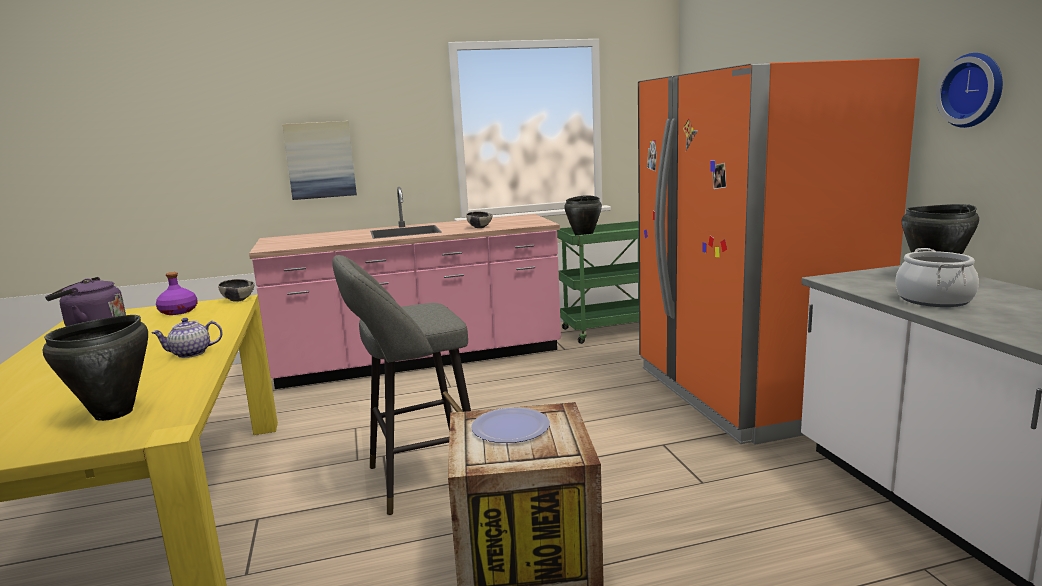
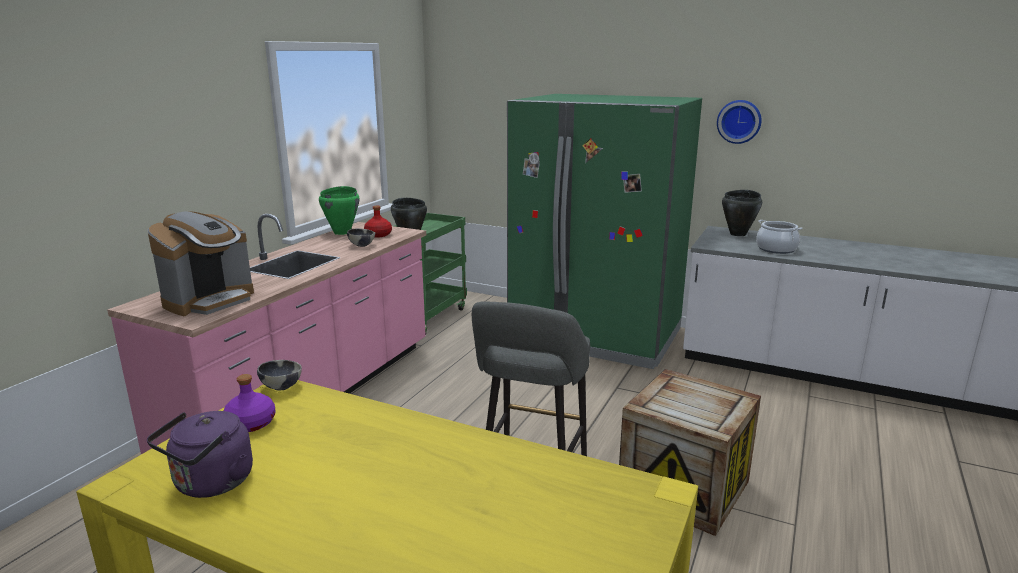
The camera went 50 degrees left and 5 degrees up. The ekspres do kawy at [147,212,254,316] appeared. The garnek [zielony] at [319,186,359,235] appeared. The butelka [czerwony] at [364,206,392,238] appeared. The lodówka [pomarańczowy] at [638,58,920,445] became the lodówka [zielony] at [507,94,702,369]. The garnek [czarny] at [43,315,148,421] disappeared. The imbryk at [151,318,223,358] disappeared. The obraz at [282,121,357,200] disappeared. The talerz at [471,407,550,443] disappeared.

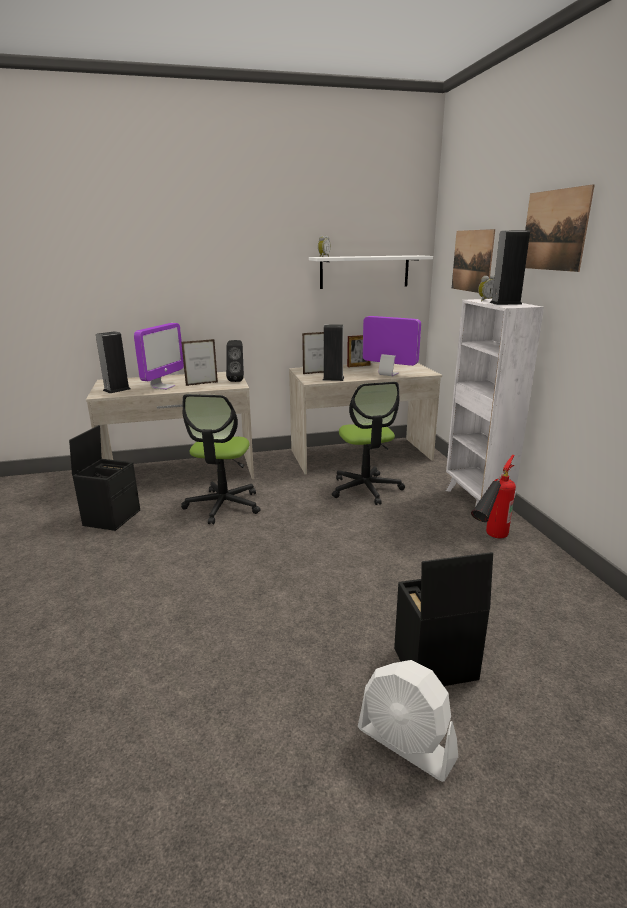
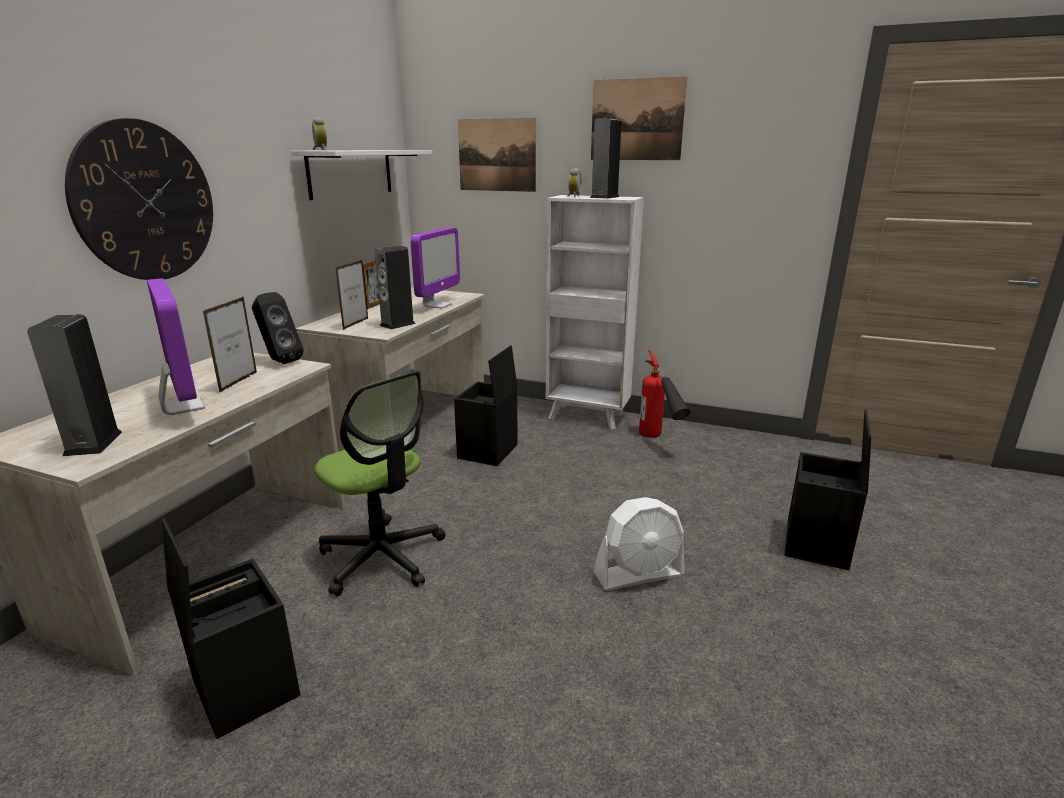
The camera went 55 degrees left and 0 degrees up. The zegar ścienny at [65,118,213,280] appeared. The monitor at [363,316,421,376] turned 135 degrees clockwise. The krzesło biurowe at [332,382,405,505] was replaced by the pojemnik do przechowywania [czarny] at [454,345,518,466]. The wentylator [biały] moved from [358,660,458,782] to [594,497,685,591].

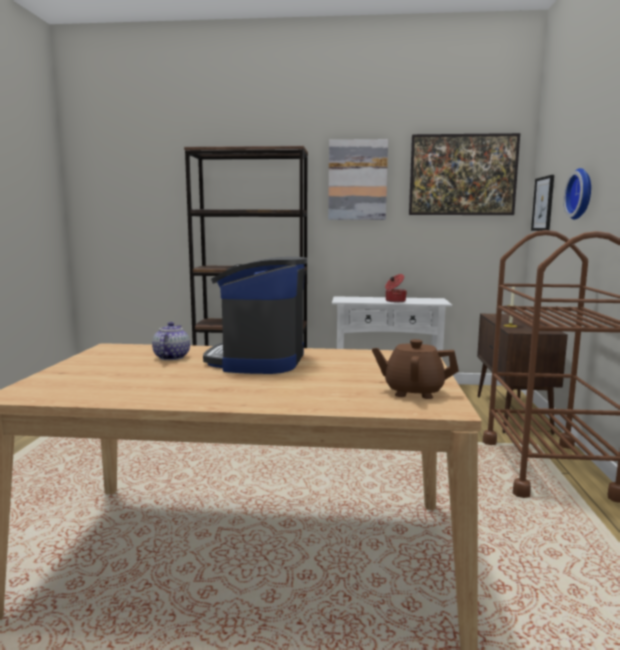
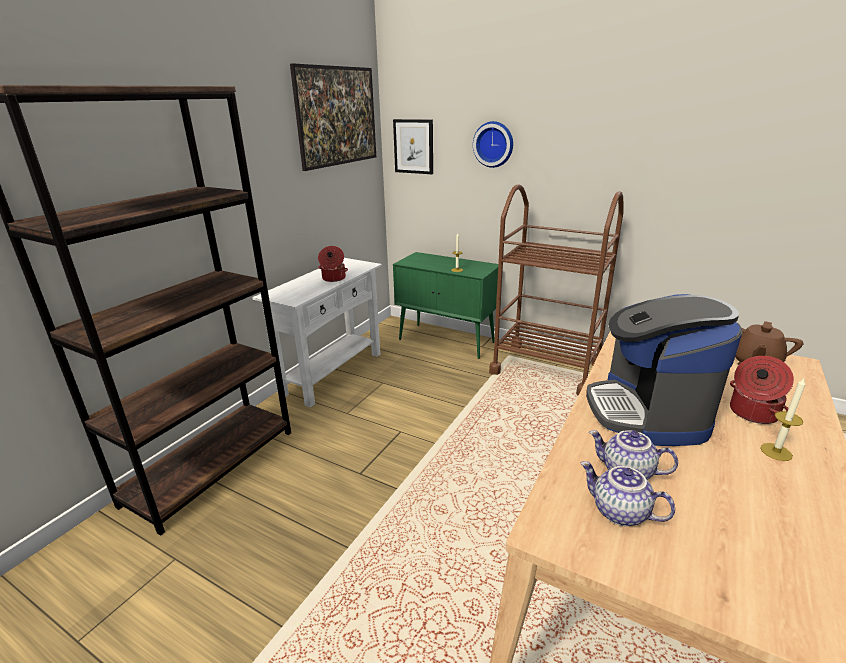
The camera went 65 degrees left and 15 degrees up. The szafka [brązowy] at [477,314,568,435] became the szafka [zielony] at [393,252,498,359]. The imbryk at [581,461,675,526] appeared. The ekspres do kawy at [203,257,307,374] turned 60 degrees clockwise. The garnek at [730,356,794,424] appeared. The świeca at [761,378,806,461] appeared. The obraz at [328,139,388,220] disappeared.

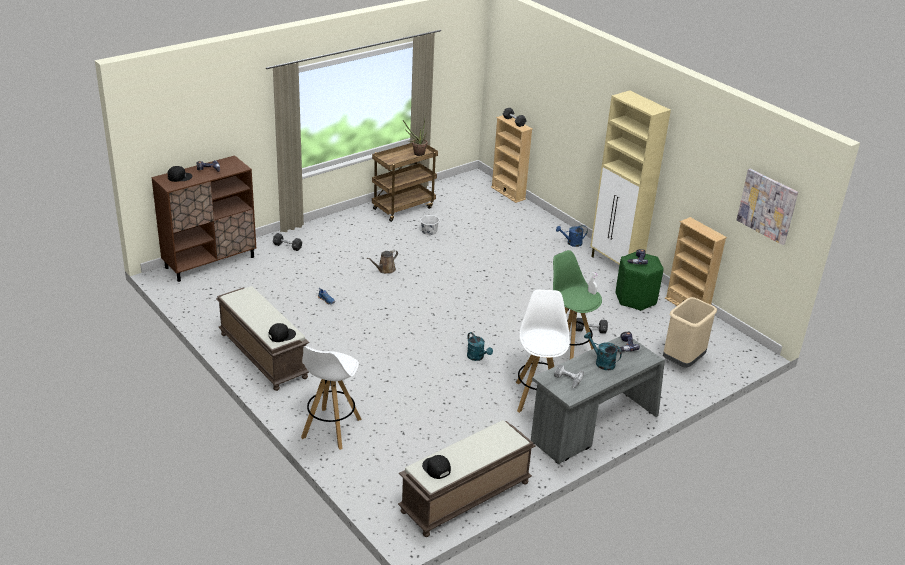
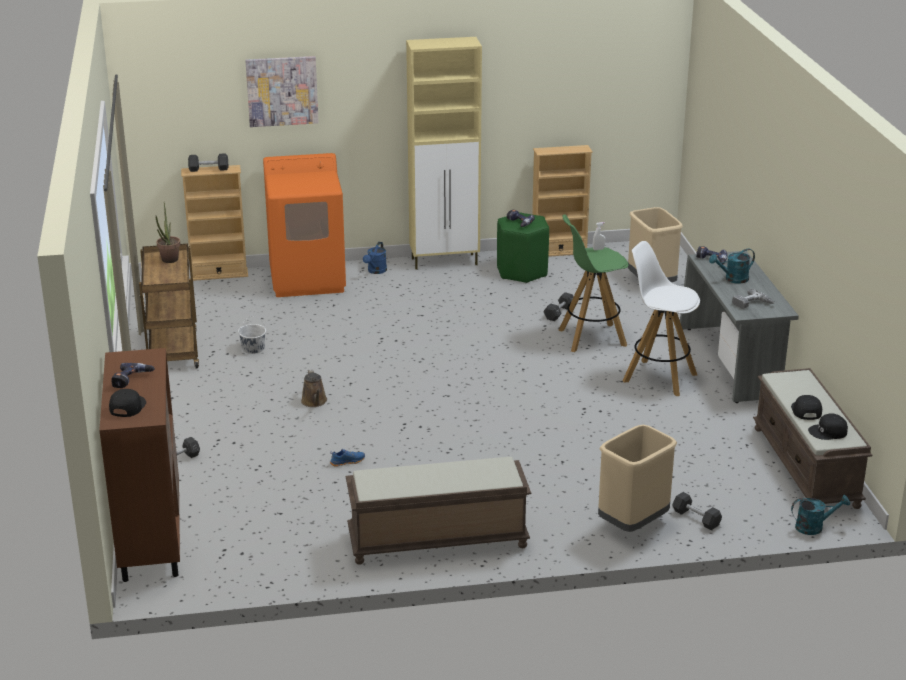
The camera went 60 degrees left and 5 degrees down. The obraz moved from [737,169,798,245] to [245,56,319,127]. The pralka [pomarańczowy] at [263,153,346,297] appeared. The stołek [biały] at [301,346,362,450] was replaced by the kosz na śmieci [beżowy] at [598,425,677,532]. The hantel [czarny] at [672,492,722,530] appeared. The czapka z daszkiem [czarny] moved from [269,323,296,342] to [791,395,822,420]. The konewka [turkusowy] moved from [467,332,493,361] to [791,495,850,535].

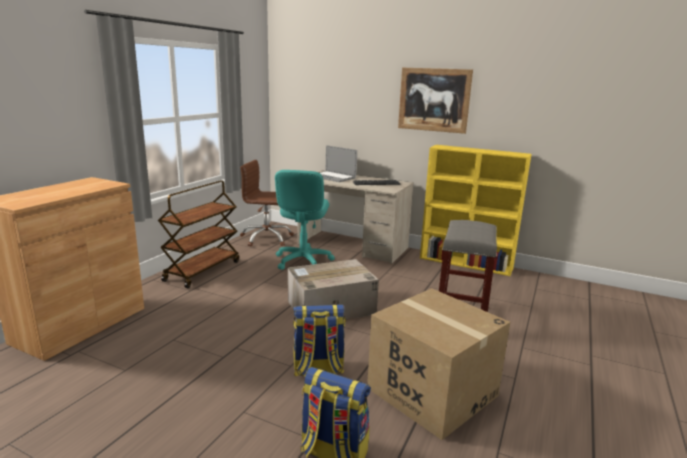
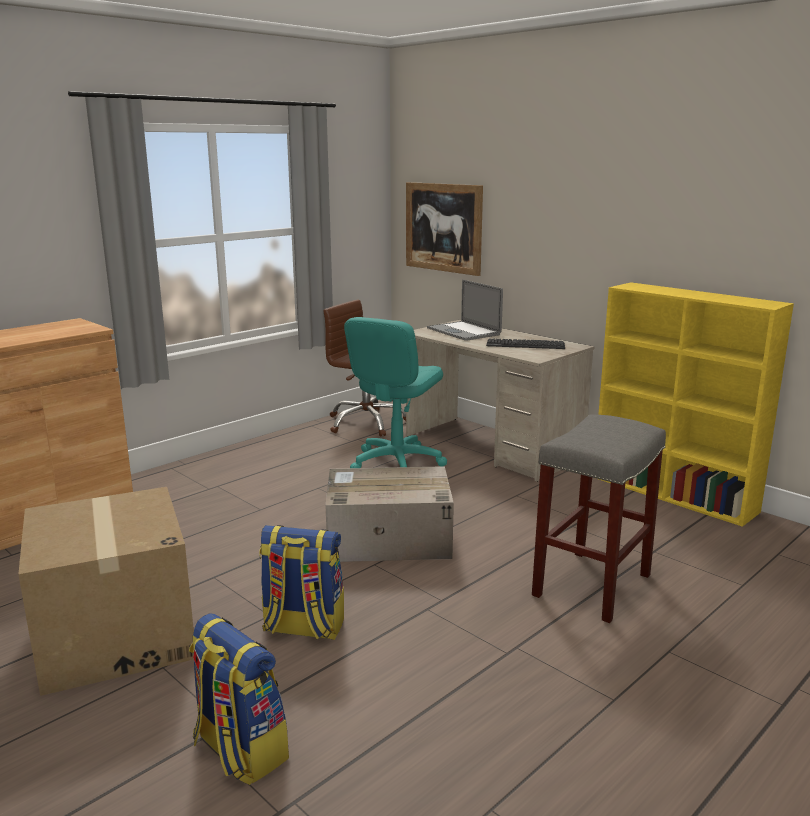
The camera went 20 degrees right and 0 degrees up. The karton moved from [367,288,510,440] to [18,487,194,696]. The obraz moved from [398,68,473,134] to [406,182,483,276]. The wózek [brązowy] at [158,180,239,288] disappeared.

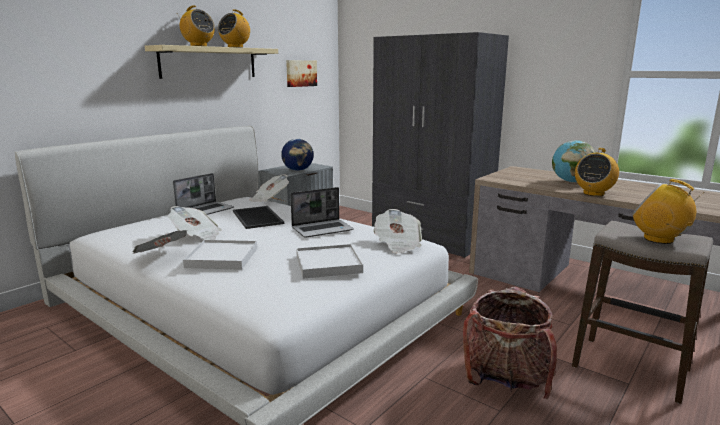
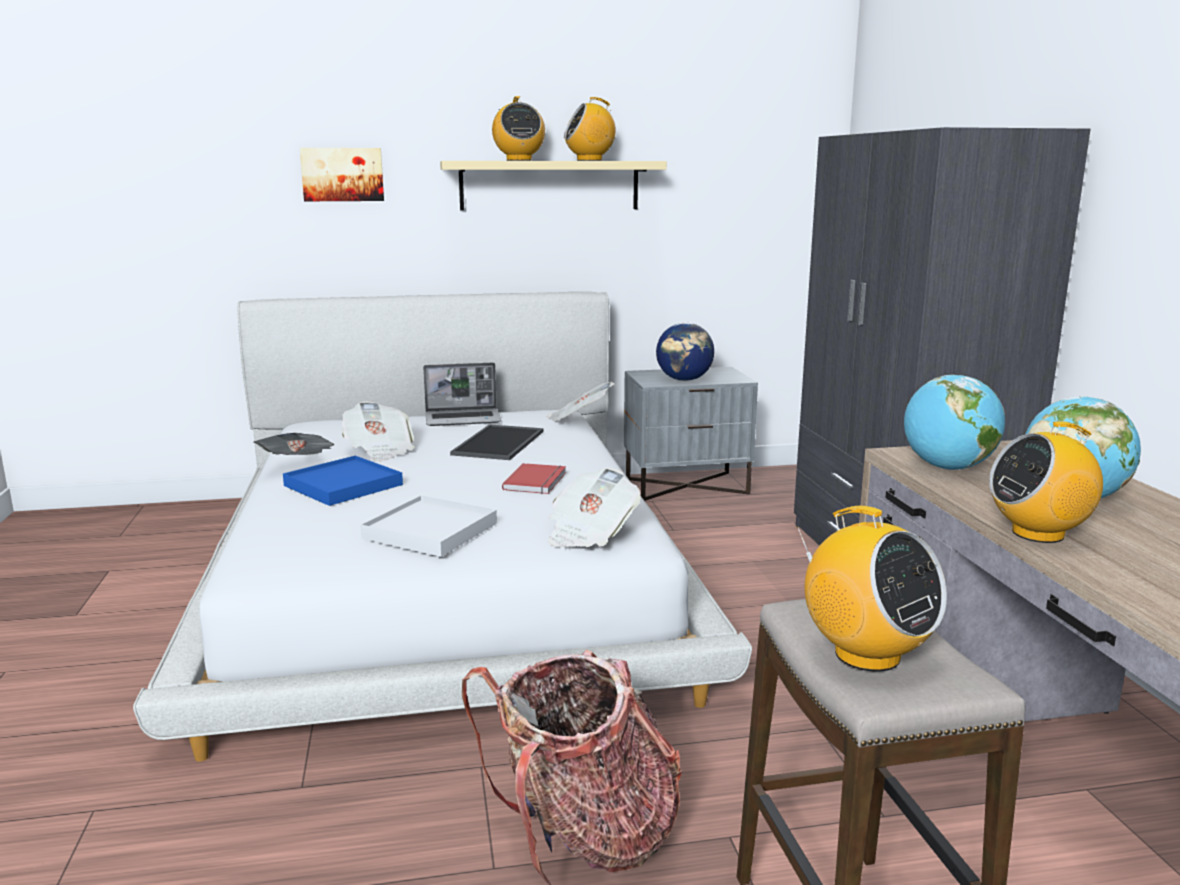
The camera went 40 degrees right and 0 degrees up. The taca [biały] at [183,240,257,270] became the taca [niebieski] at [283,456,403,506]. The obraz moved from [286,60,317,87] to [300,148,384,201]. The laptop at [290,187,354,238] was replaced by the książka [czerwony] at [502,463,566,494]. The radio at [632,179,705,244] turned 150 degrees clockwise. The globus at [904,375,1005,470] appeared.

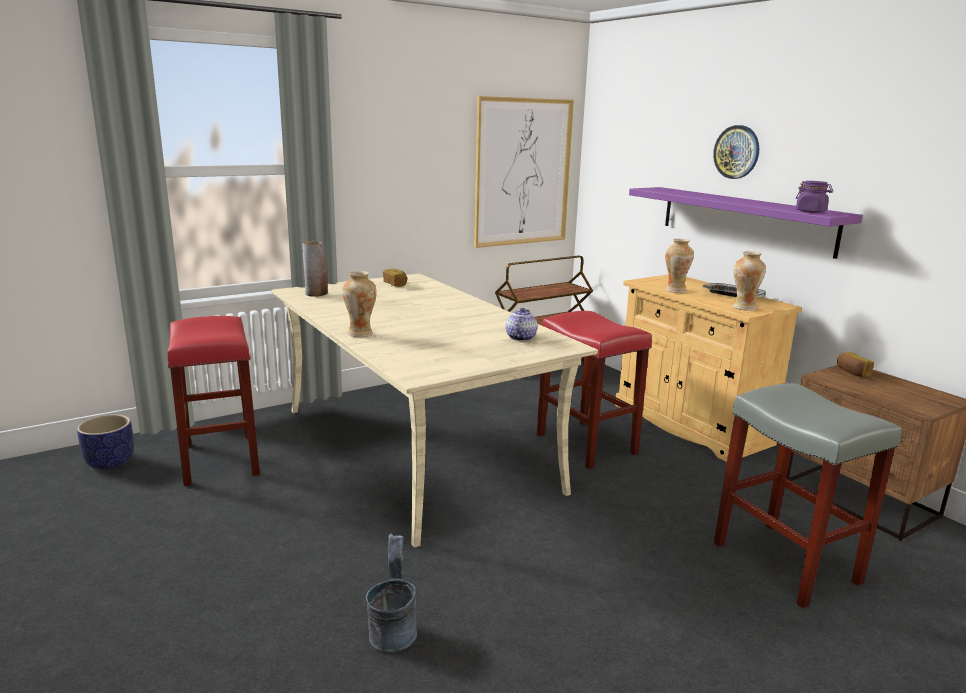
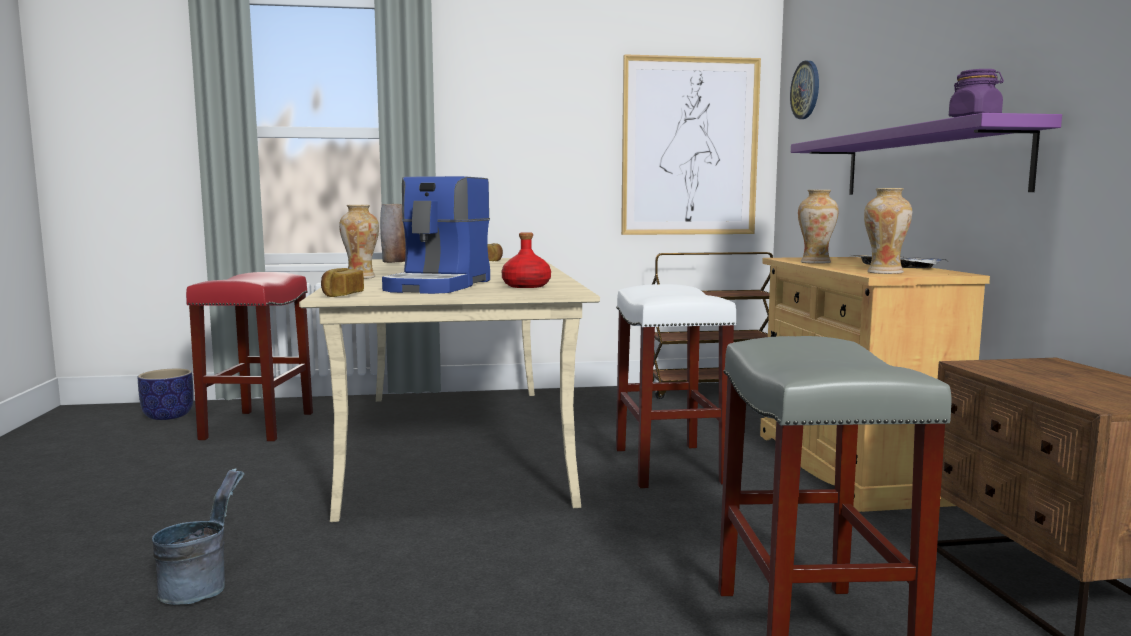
The camera went 25 degrees right and 10 degrees down. The chleb moved from [837,352,874,377] to [321,268,364,297]. The ekspres do kawy at [382,176,490,294] appeared. The imbryk at [506,308,538,341] was replaced by the butelka [czerwony] at [501,232,551,288]. The stołek [czerwony] at [537,311,652,469] became the stołek [biały] at [616,284,737,488]. The zegar ścienny moved from [713,125,759,179] to [790,61,819,119].

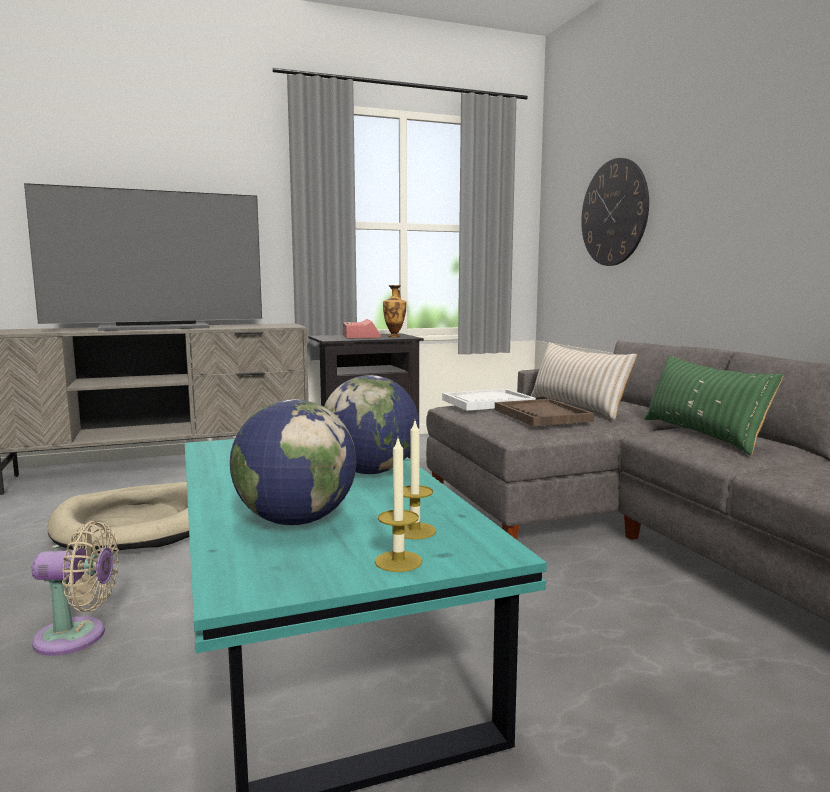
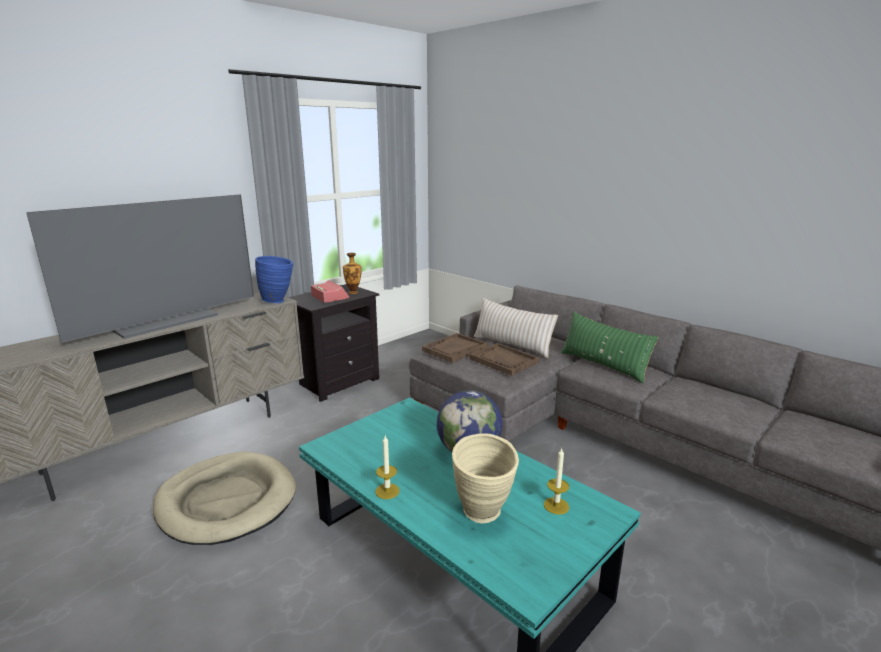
The camera went 25 degrees left and 10 degrees up. The wazon [niebieski] at [255,256,293,303] appeared. The świeca moved from [375,439,422,572] to [375,436,400,499]. The taca [biały] at [442,389,536,411] became the taca [brązowy] at [422,333,487,363]. The globus at [230,399,357,525] was replaced by the wazon [beżowy] at [452,434,519,523]. The wentylator [beżowy] at [32,521,119,656] disappeared. The zegar ścienny at [581,158,649,266] disappeared.

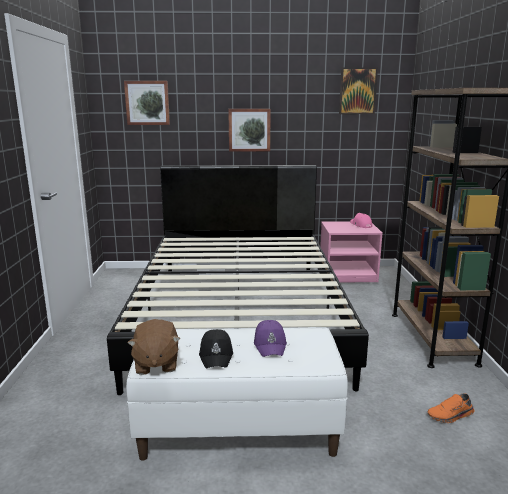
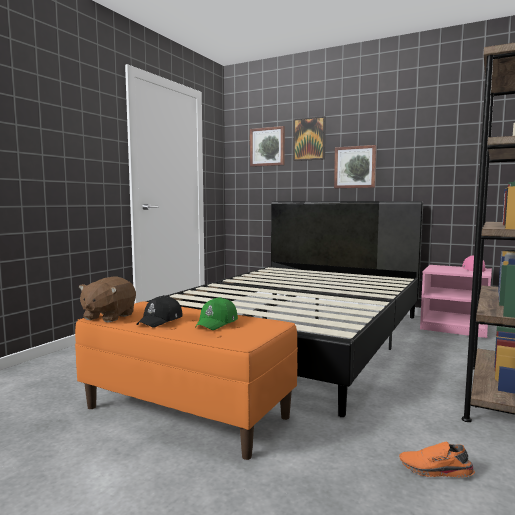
The camera went 30 degrees right and 10 degrees down. The ławka [biały] at [126,327,348,461] became the ławka [pomarańczowy] at [75,301,298,460]. The czapka z daszkiem [fioletowy] at [254,320,287,357] became the czapka z daszkiem [zielony] at [195,297,238,330]. The obraz moved from [339,67,378,114] to [293,116,326,161].

